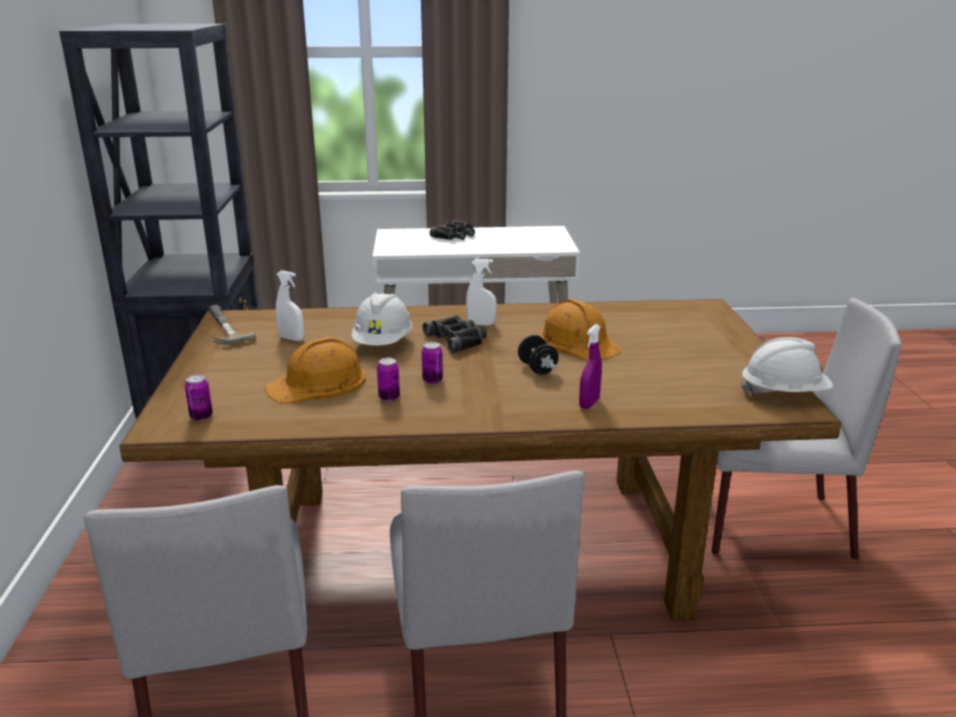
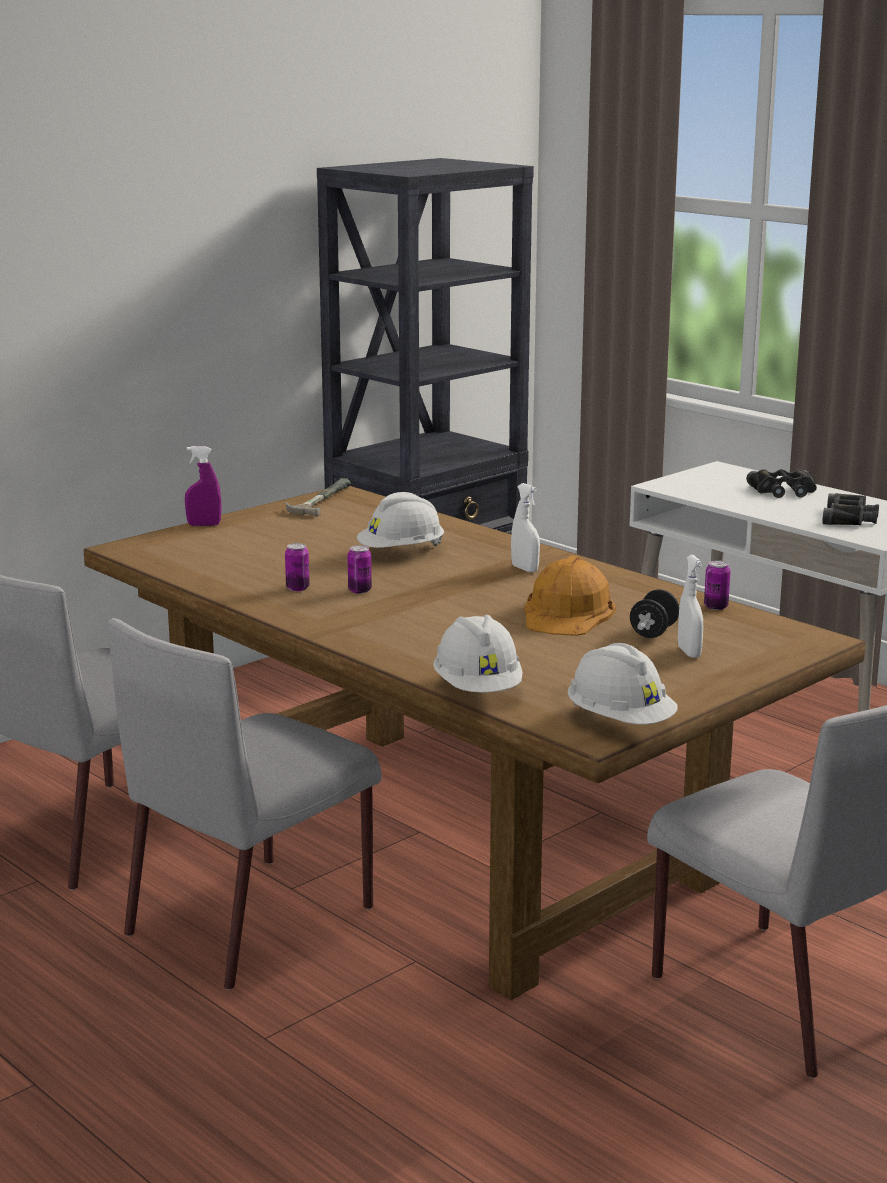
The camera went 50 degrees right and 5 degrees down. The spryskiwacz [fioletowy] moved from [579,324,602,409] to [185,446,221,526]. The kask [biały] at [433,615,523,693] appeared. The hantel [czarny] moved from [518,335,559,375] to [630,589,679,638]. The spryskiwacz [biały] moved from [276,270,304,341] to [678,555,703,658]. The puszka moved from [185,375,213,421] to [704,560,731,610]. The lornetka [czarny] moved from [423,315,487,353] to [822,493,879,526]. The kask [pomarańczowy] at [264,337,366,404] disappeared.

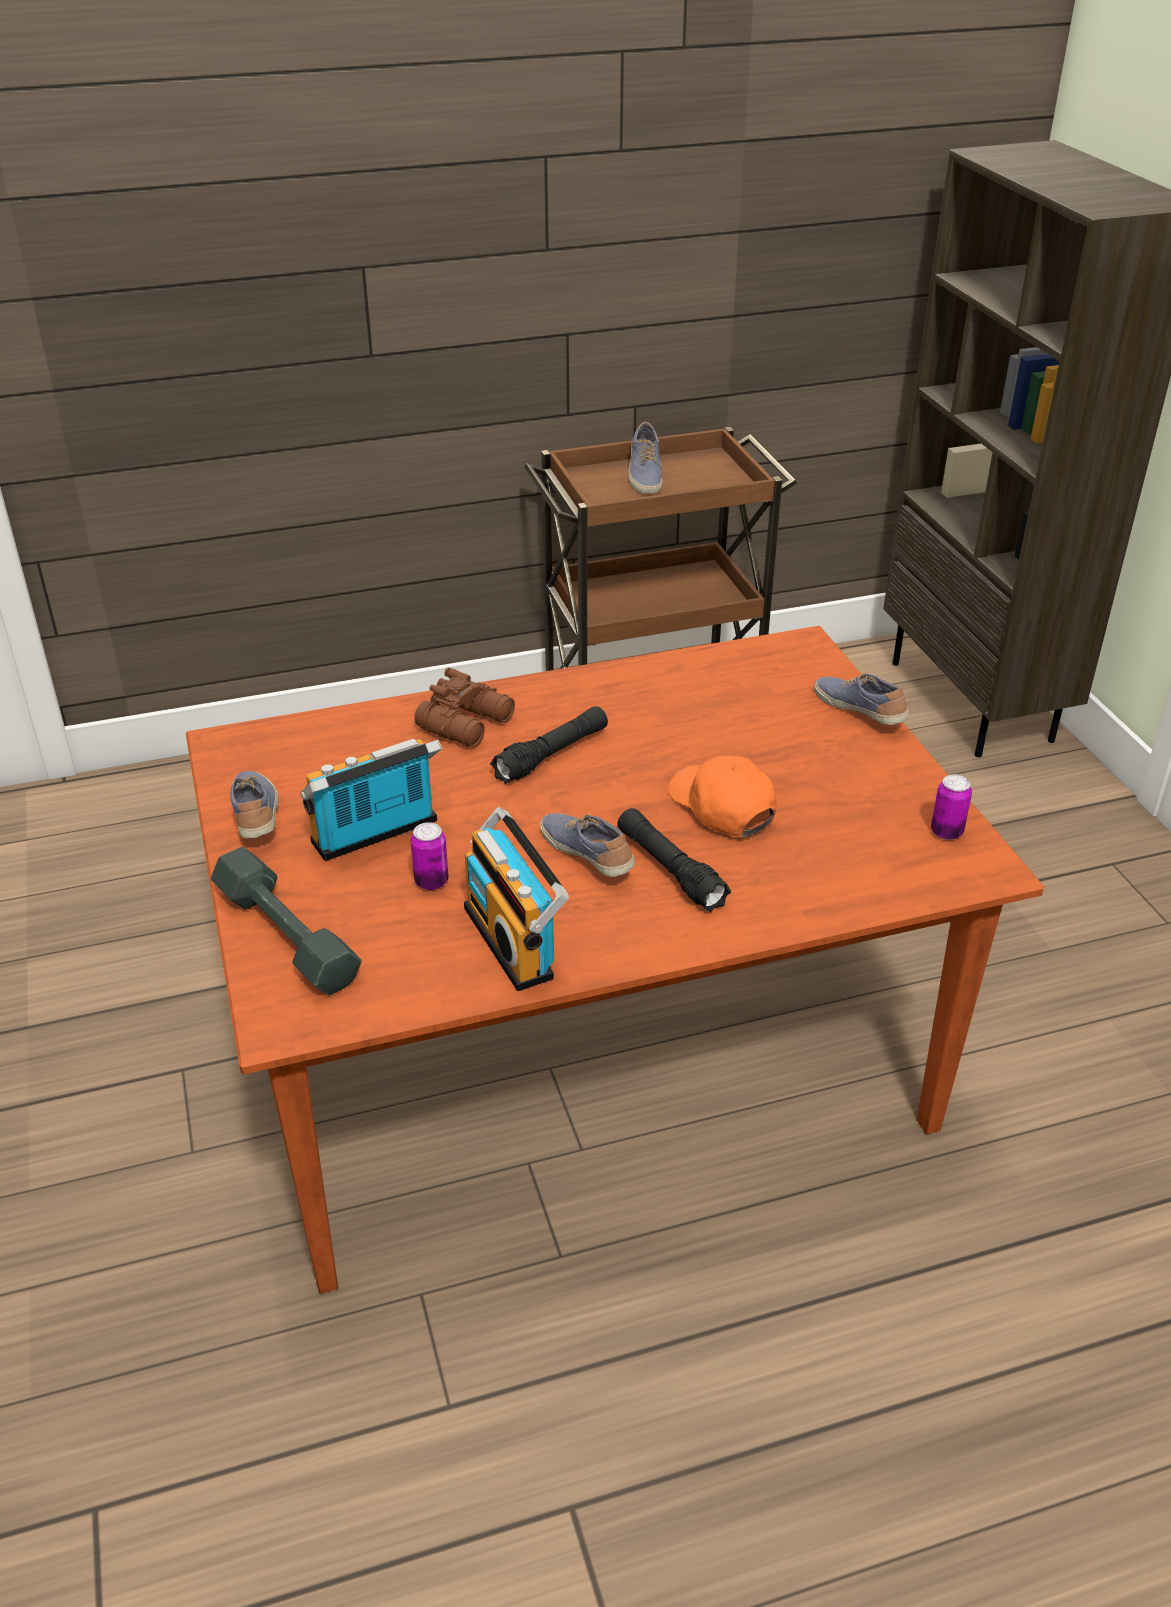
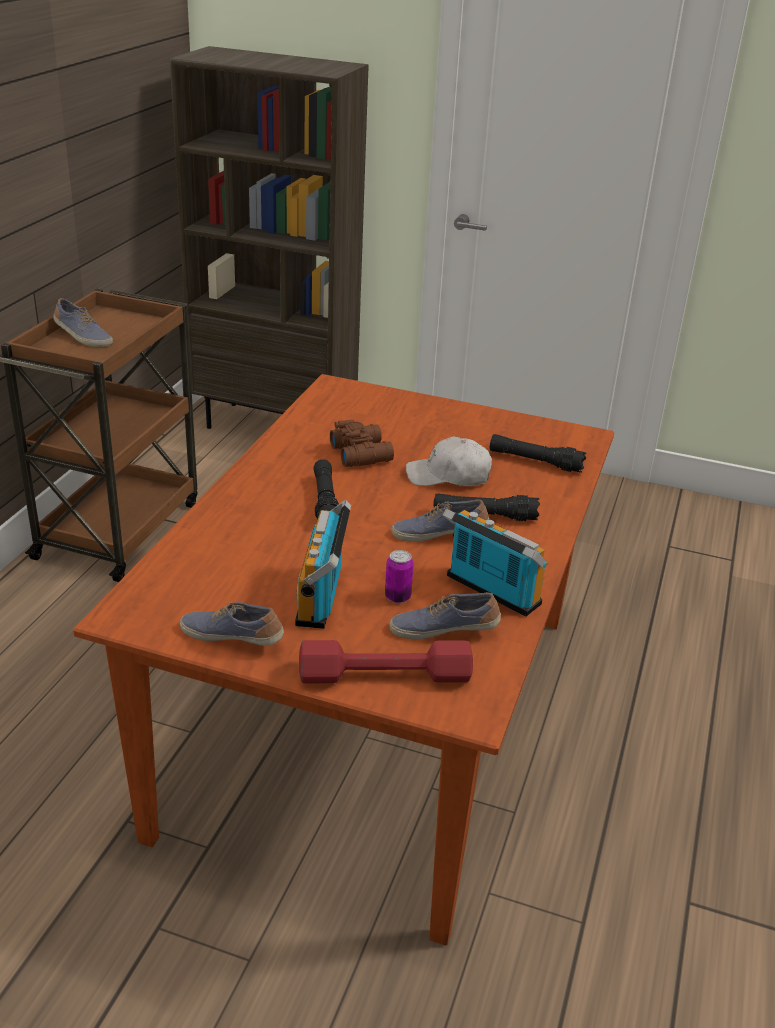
The camera went 55 degrees left and 5 degrees down. The hantel [szary] at [211,847,362,995] became the hantel [czerwony] at [299,640,473,683]. The lornetka [brązowy] moved from [414,668,515,747] to [330,420,394,467]. The but moved from [814,673,909,725] to [389,592,501,639]. The czapka z daszkiem [pomarańczowy] at [668,755,776,838] became the czapka z daszkiem [biały] at [406,436,492,486]. The radio at [464,807,569,991] turned 150 degrees counterclockwise. The latarka [czarny] at [490,434,586,473] appeared. The puszka at [931,774,972,840] disappeared.

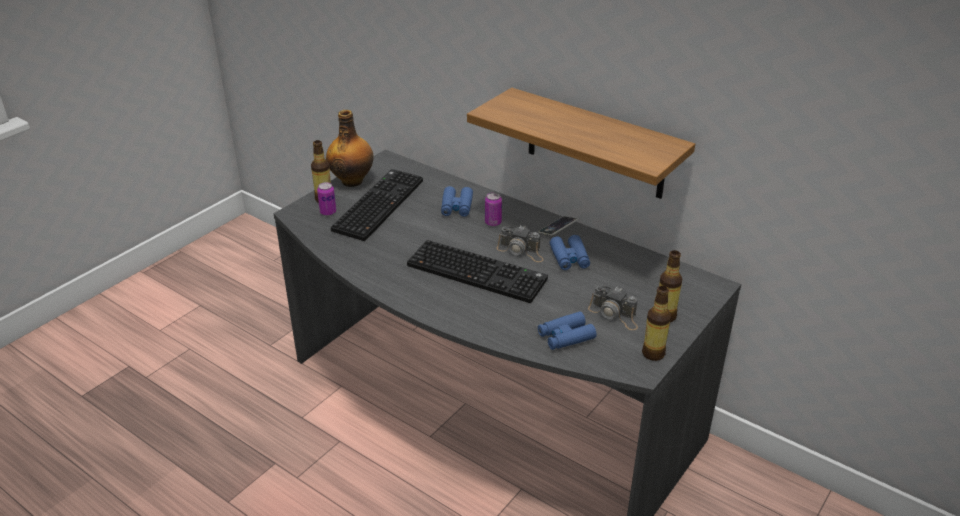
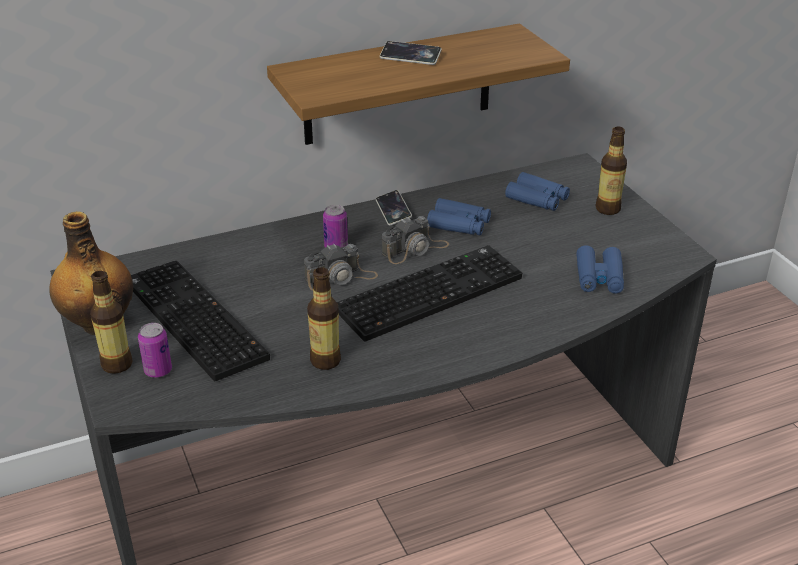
The camera went 60 degrees left and 0 degrees up. The aparat fotograficzny moved from [588,286,638,330] to [304,243,378,291]. The butelka moved from [642,286,671,361] to [307,267,341,370]. The telefon at [380,41,442,65] appeared. The lornetka [niebieski] moved from [441,186,473,217] to [505,172,570,211].

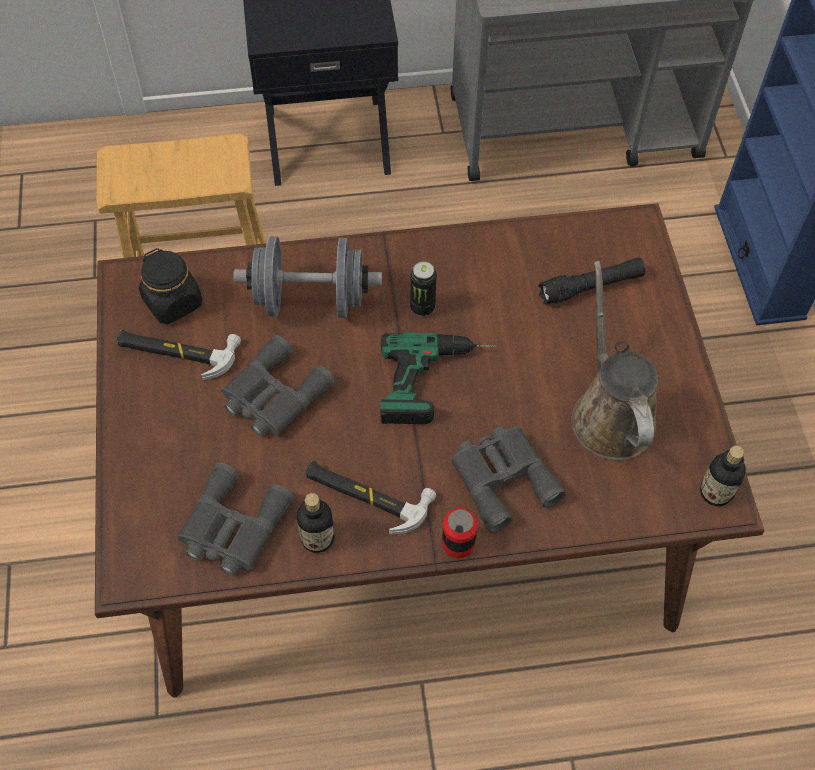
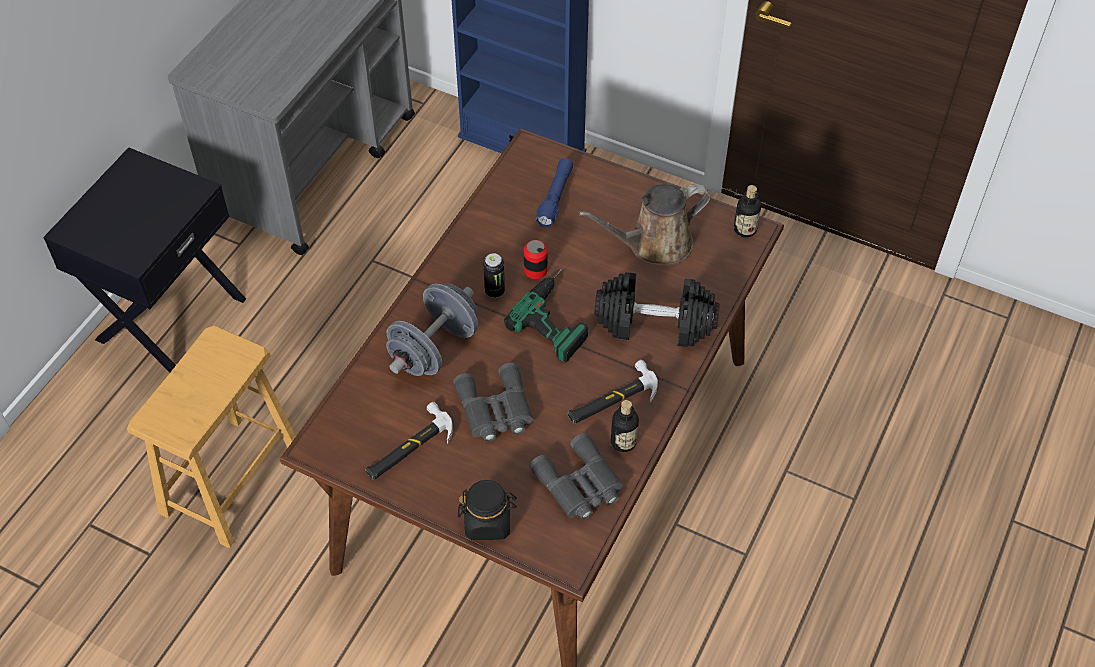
The camera went 55 degrees left and 5 degrees down. The słoik [czarny] moved from [139,248,202,324] to [458,480,517,540]. The puszka moved from [442,508,478,558] to [524,240,548,279]. The latarka [czarny] at [538,258,645,305] became the latarka [niebieski] at [535,158,573,229]. The konewka [brązowy] at [571,261,658,461] turned 45 degrees counterclockwise. The lornetka [szary] at [451,426,566,533] was replaced by the hantel [czarny] at [594,272,720,347].

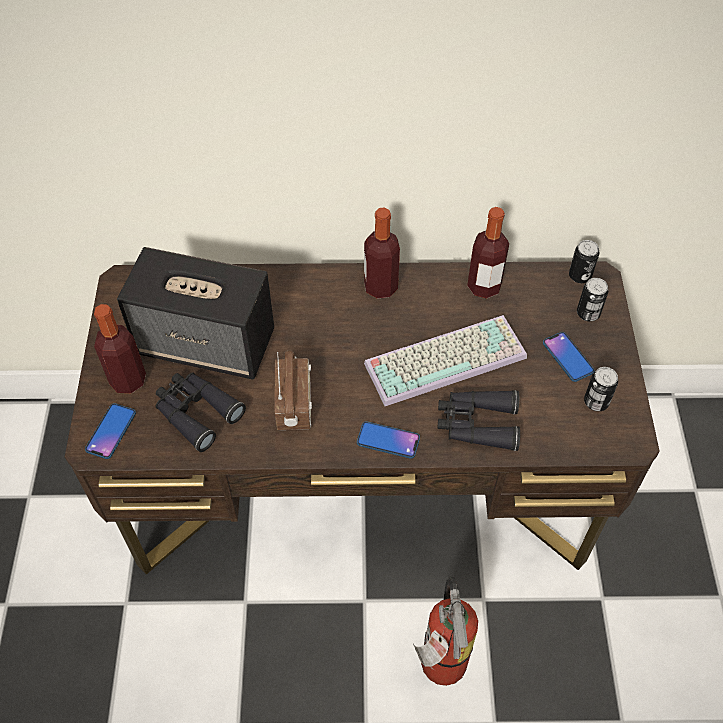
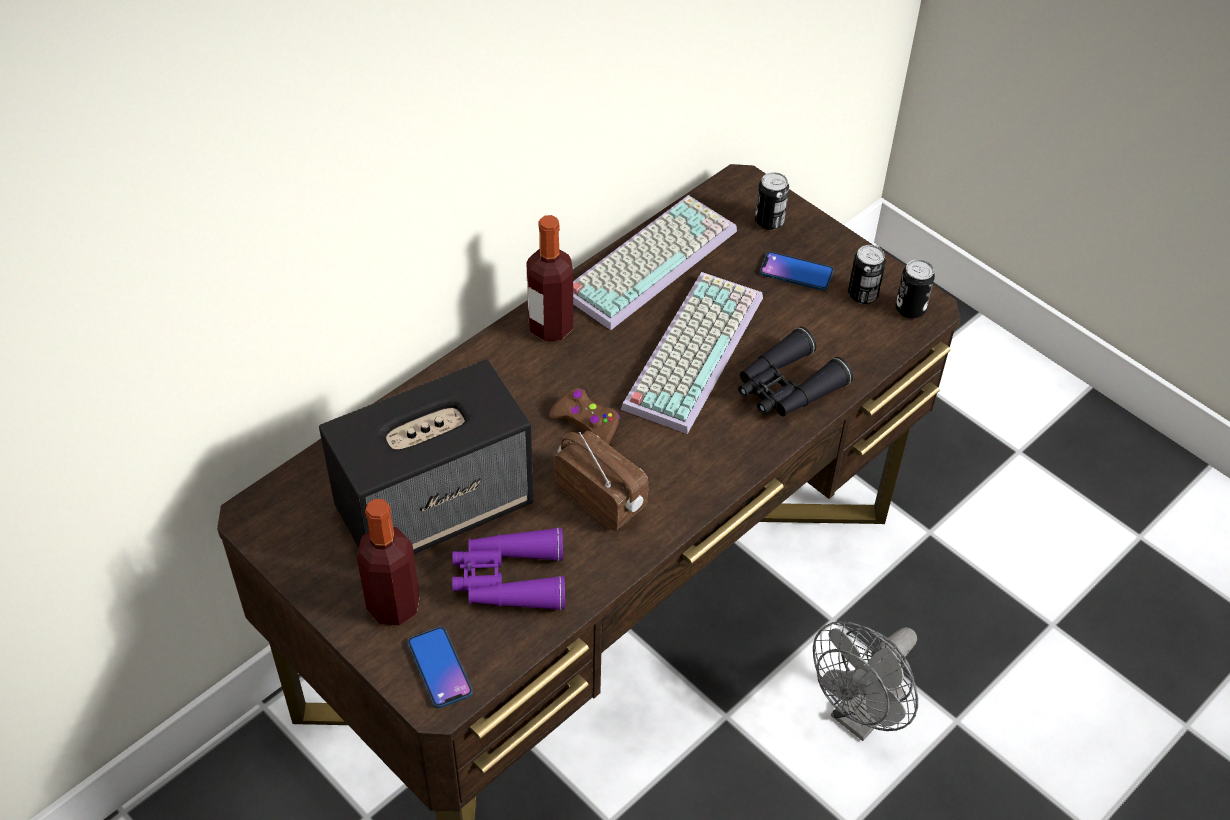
The camera went 45 degrees left and 5 degrees down. The lornetka [czarny] at [156,373,246,452] became the lornetka [fioletowy] at [452,527,565,611]. The pad do gier [brązowy] at [549,388,620,445] appeared. The butelka at [467,207,509,299] was replaced by the klawiatura at [573,195,737,330]. The gaśnica at [413,576,478,686] was replaced by the wentylator [szary] at [813,621,918,741]. The puszka moved from [569,240,599,283] to [895,259,935,319]. The telefon at [357,421,420,458] disappeared.

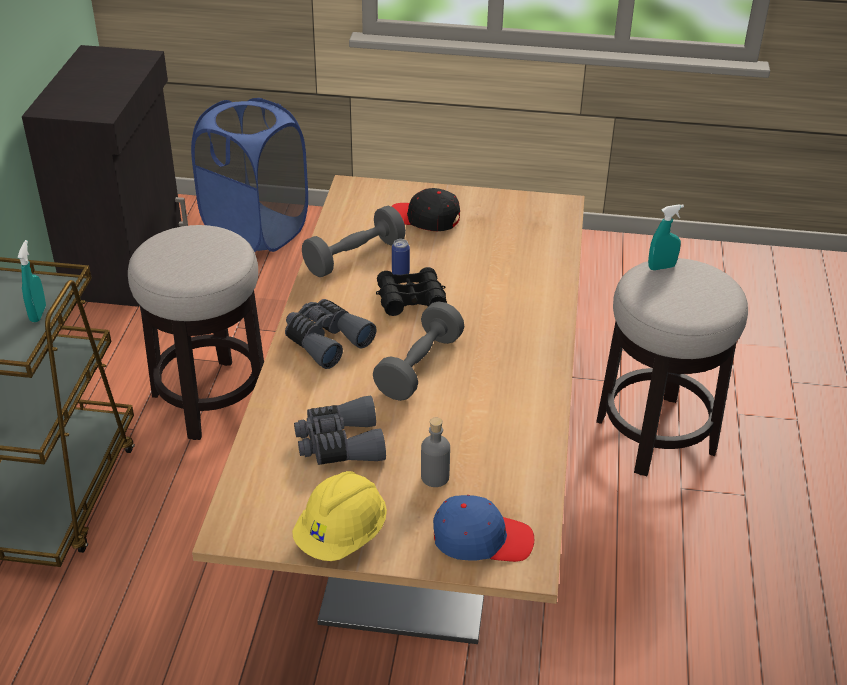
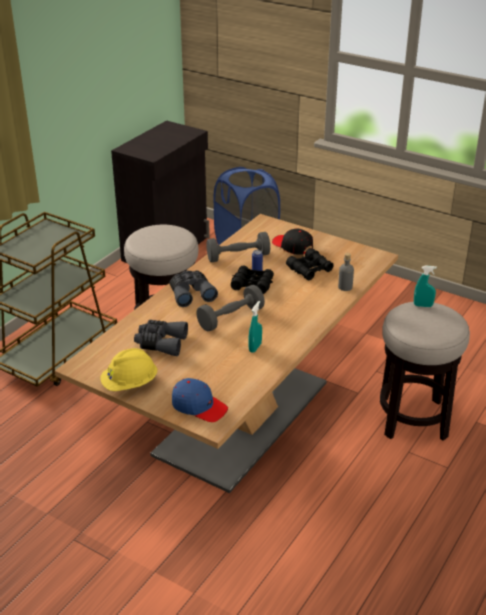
The camera went 25 degrees right and 5 degrees down. The spryskiwacz [turkusowy] moved from [18,240,46,322] to [249,301,262,353]. The lornetka [czarny] at [286,248,334,280] appeared. The butelka [szary] moved from [421,417,450,487] to [338,253,354,291].

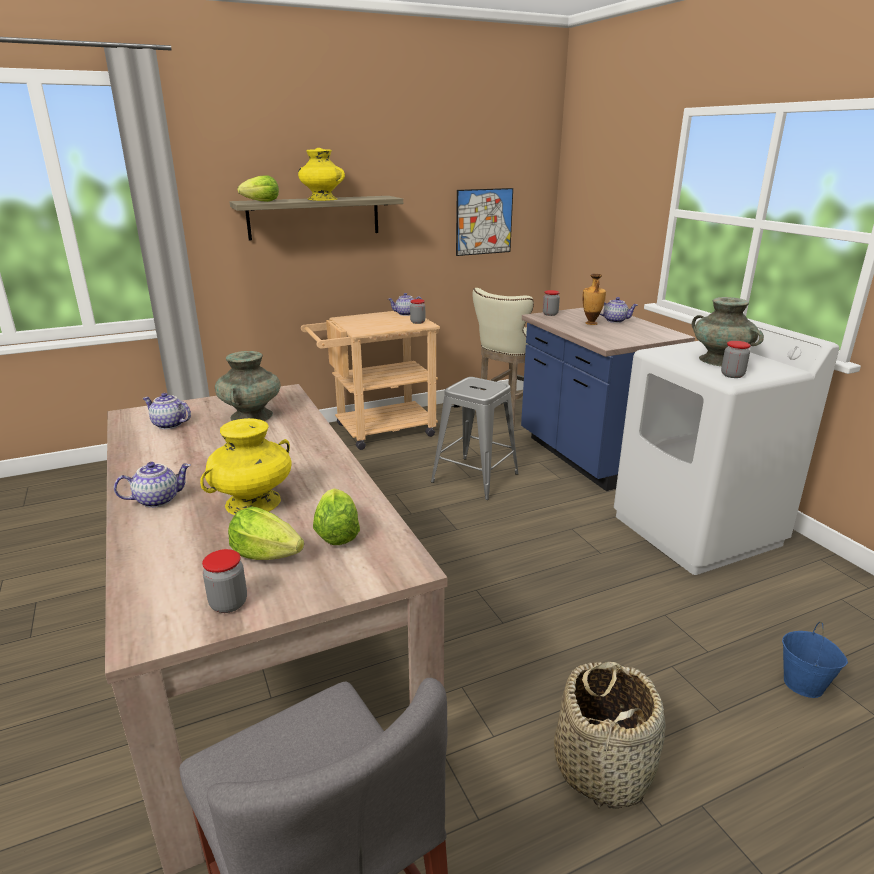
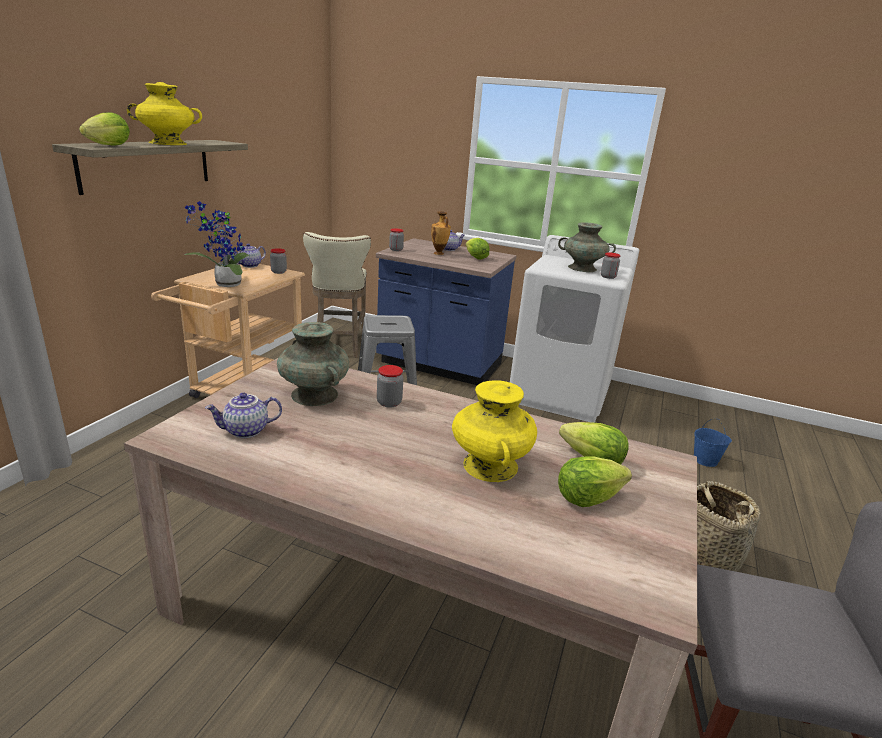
The camera went 45 degrees left and 0 degrees up. The roślina doniczkowa at [184,201,249,287] appeared. The słoik moved from [202,549,247,613] to [377,365,403,408]. The sałata at [466,238,490,260] appeared. The imbryk at [114,462,191,508] disappeared. The obraz at [456,188,513,256] disappeared.

